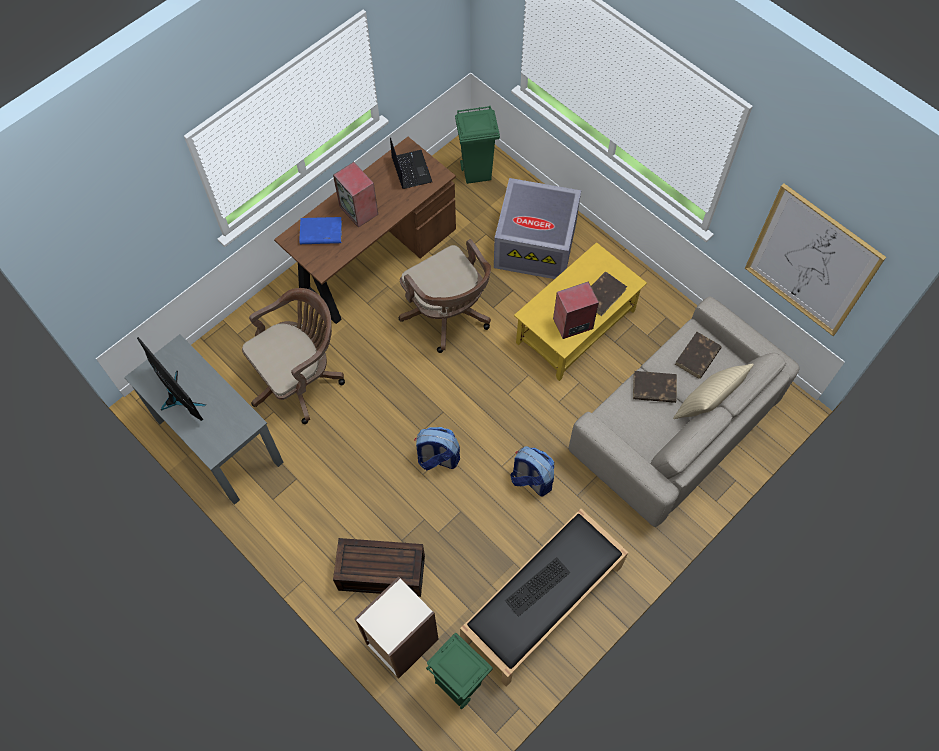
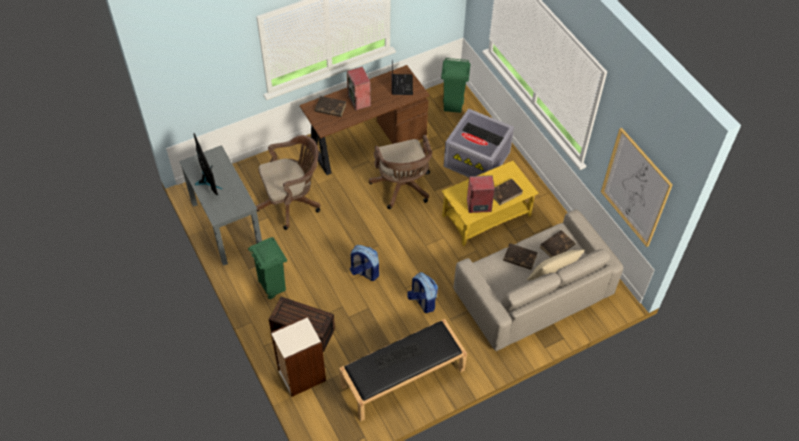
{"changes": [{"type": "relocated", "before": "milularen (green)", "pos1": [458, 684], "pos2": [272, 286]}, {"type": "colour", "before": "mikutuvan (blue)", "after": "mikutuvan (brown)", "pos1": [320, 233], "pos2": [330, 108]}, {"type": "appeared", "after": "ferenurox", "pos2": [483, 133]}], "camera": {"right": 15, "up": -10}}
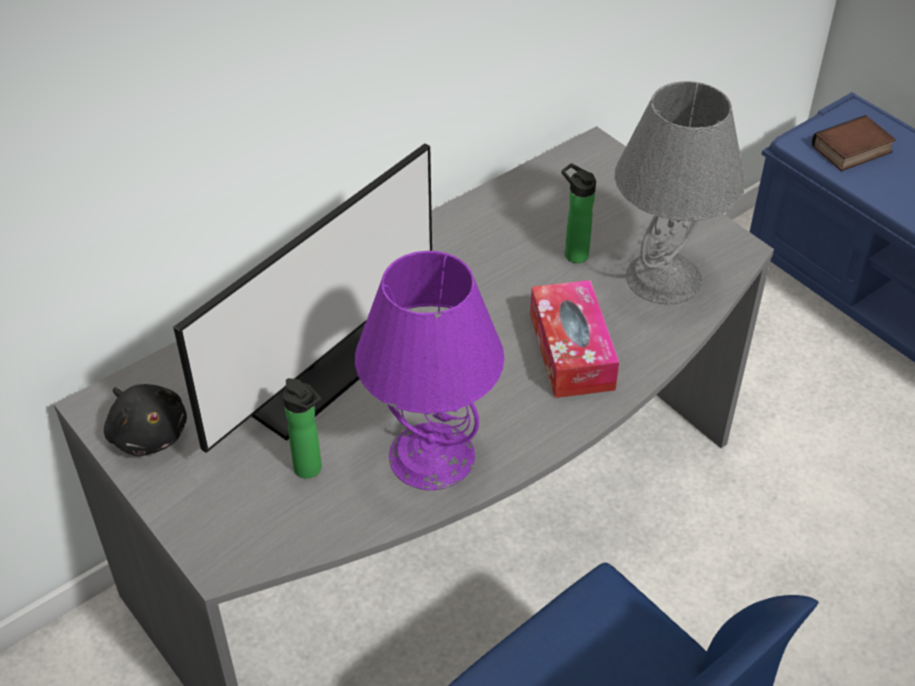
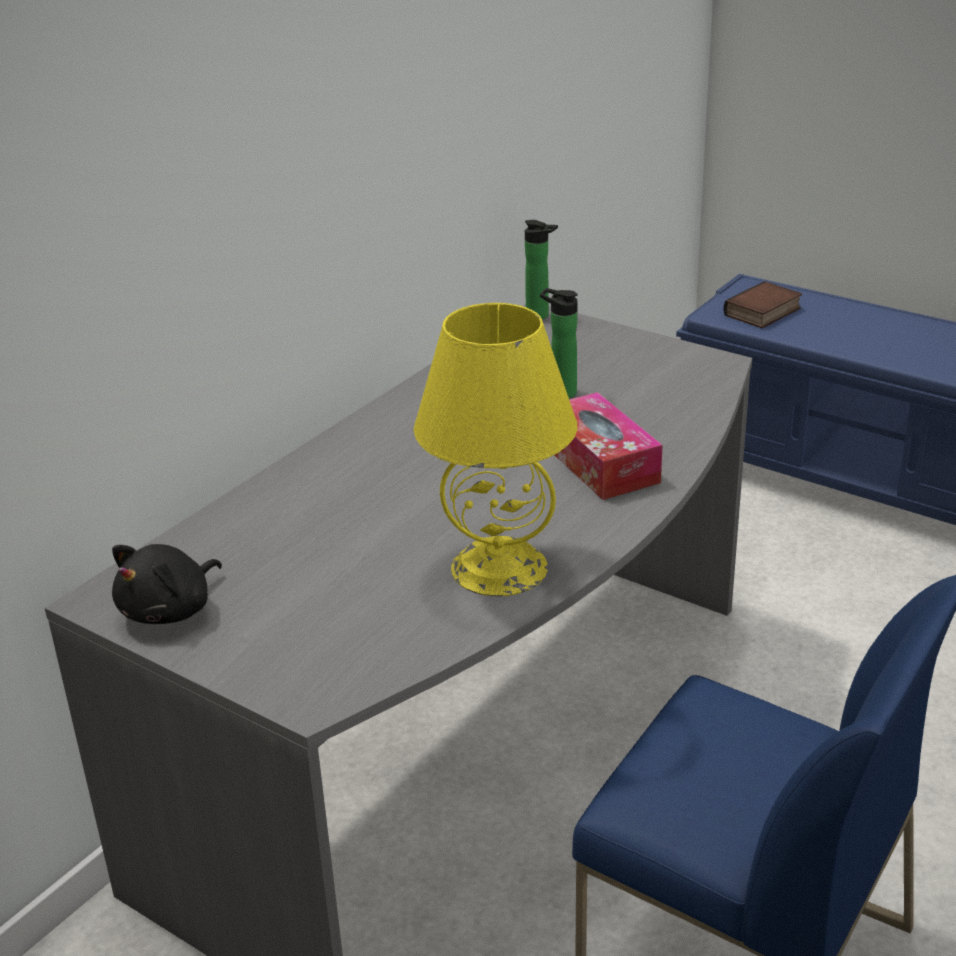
{"changes": [{"type": "spun", "before": "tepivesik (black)", "pos1": [148, 433], "pos2": [170, 610], "turn": 90}, {"type": "colour", "before": "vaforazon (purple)", "after": "vaforazon (yellow)", "pos1": [432, 455], "pos2": [500, 567]}, {"type": "relocated", "before": "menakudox", "pos1": [310, 470], "pos2": [540, 316]}, {"type": "missing", "before": "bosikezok", "pos1": [316, 375]}, {"type": "missing", "before": "vaforazon (grey)", "pos1": [664, 278]}], "camera": {"right": -15, "up": -15}}
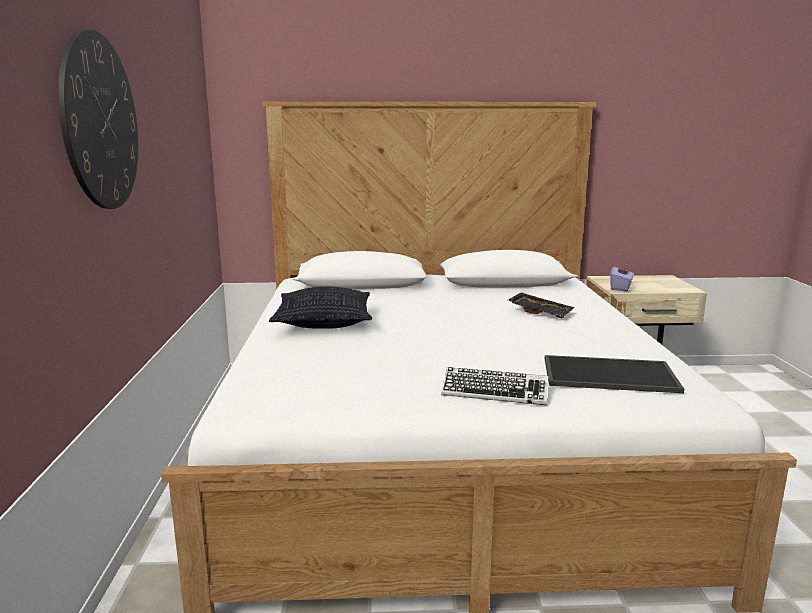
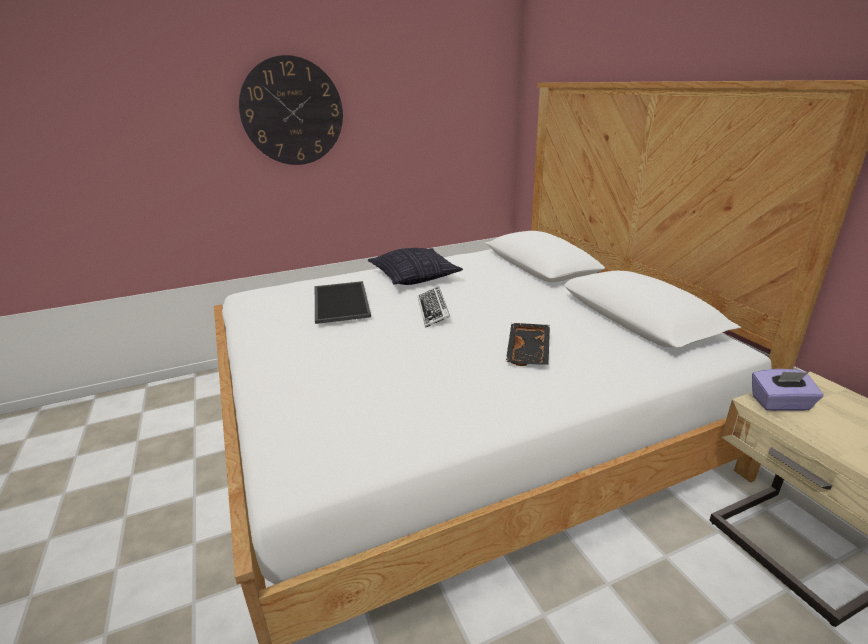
{"changes": [{"type": "relocated", "before": "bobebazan", "pos1": [608, 375], "pos2": [339, 302]}, {"type": "relocated", "before": "ferenurox", "pos1": [494, 392], "pos2": [433, 311]}], "camera": {"right": 70, "up": 10}}
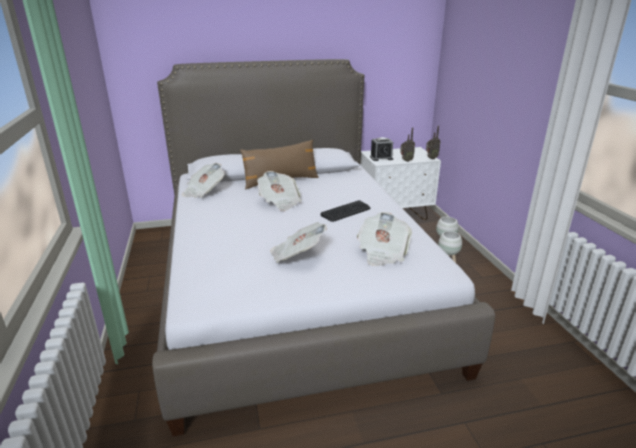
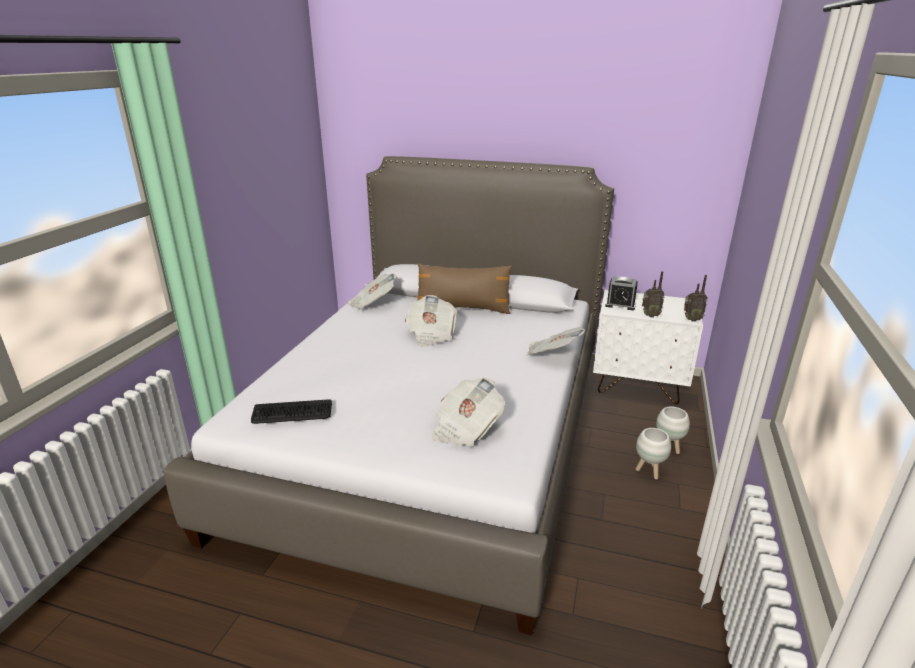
{"changes": [{"type": "relocated", "before": "ferenurox", "pos1": [346, 212], "pos2": [292, 413]}, {"type": "relocated", "before": "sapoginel", "pos1": [297, 255], "pos2": [552, 354]}], "camera": {"right": 30, "up": 0}}
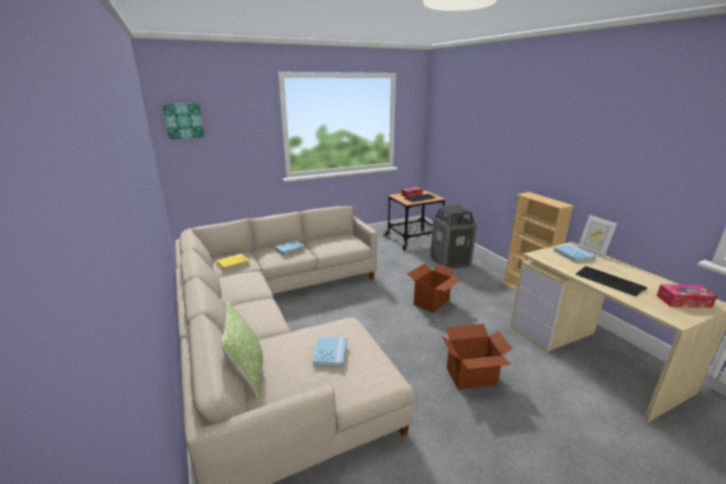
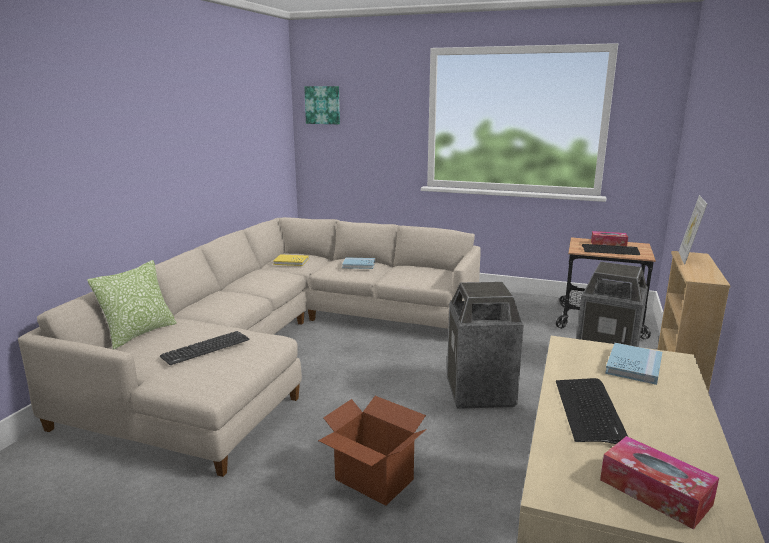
{"changes": [{"type": "exchanged", "before": "mikutuvan (blue)", "after": "ferenurox", "pos1": [330, 353], "pos2": [206, 348]}, {"type": "exchanged", "before": "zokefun", "after": "milularen", "pos1": [432, 302], "pos2": [480, 393]}, {"type": "relocated", "before": "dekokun", "pos1": [592, 252], "pos2": [687, 258]}], "camera": {"right": 45, "up": -5}}
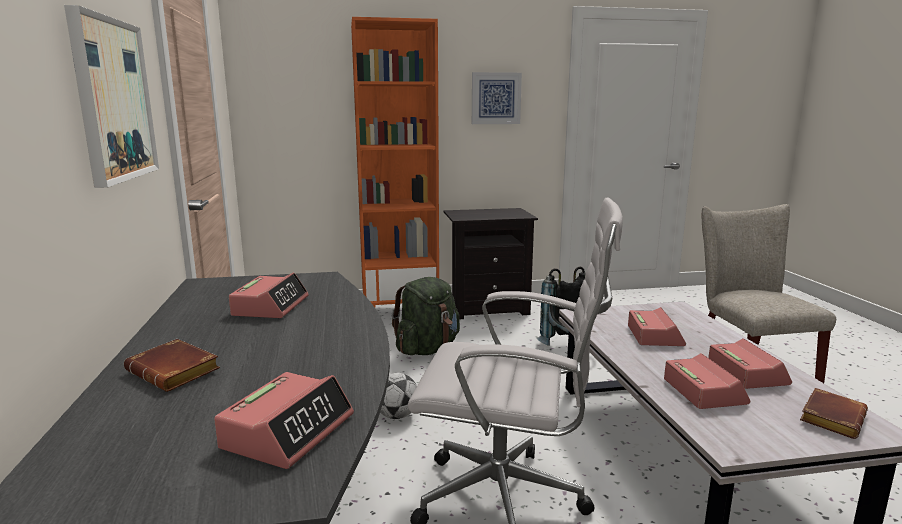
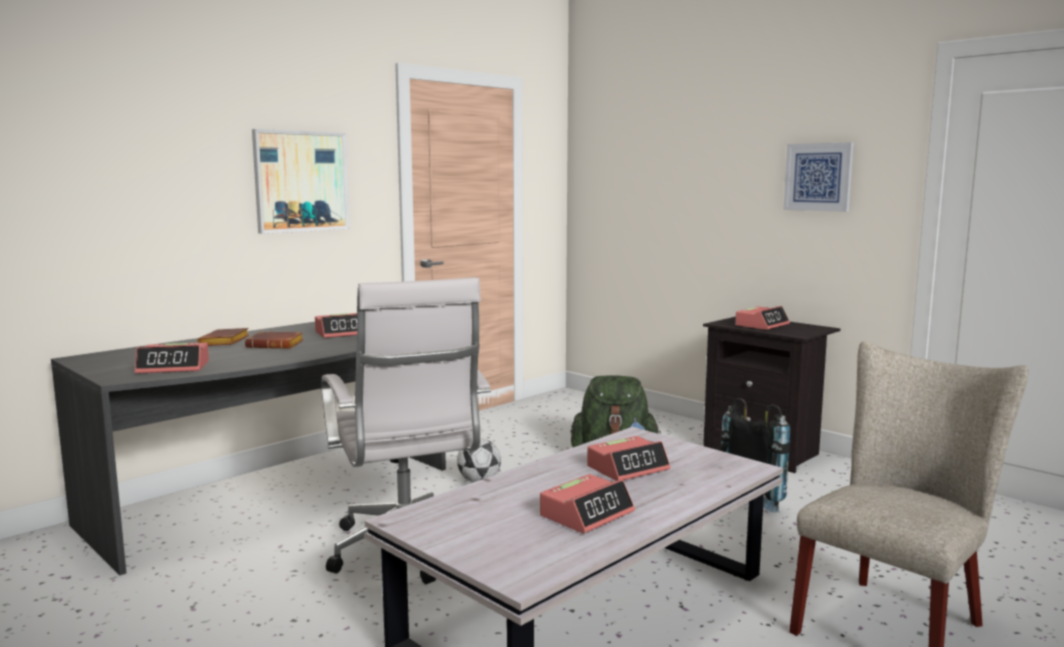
{"changes": [{"type": "relocated", "before": "mikutuvan (brown)", "pos1": [830, 417], "pos2": [277, 345]}, {"type": "relocated", "before": "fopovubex", "pos1": [703, 391], "pos2": [762, 325]}, {"type": "missing", "before": "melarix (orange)", "pos1": [400, 314]}], "camera": {"right": 55, "up": -5}}
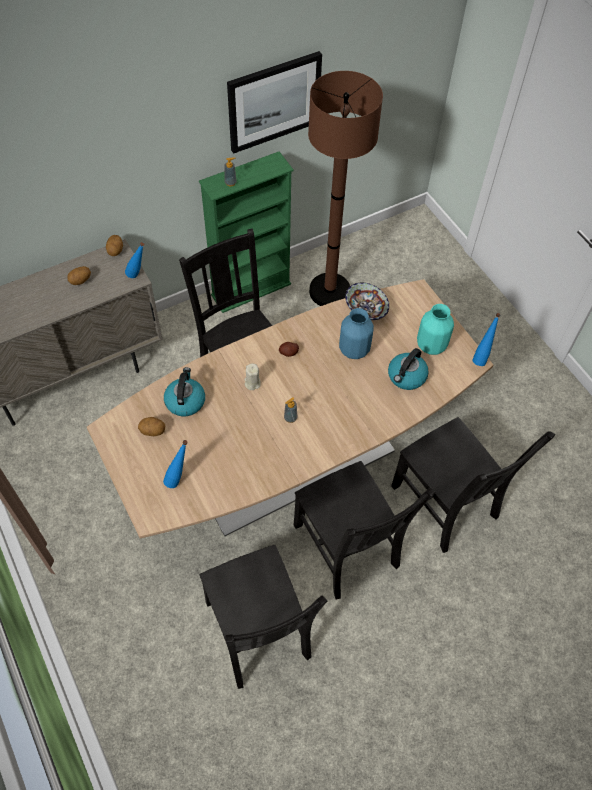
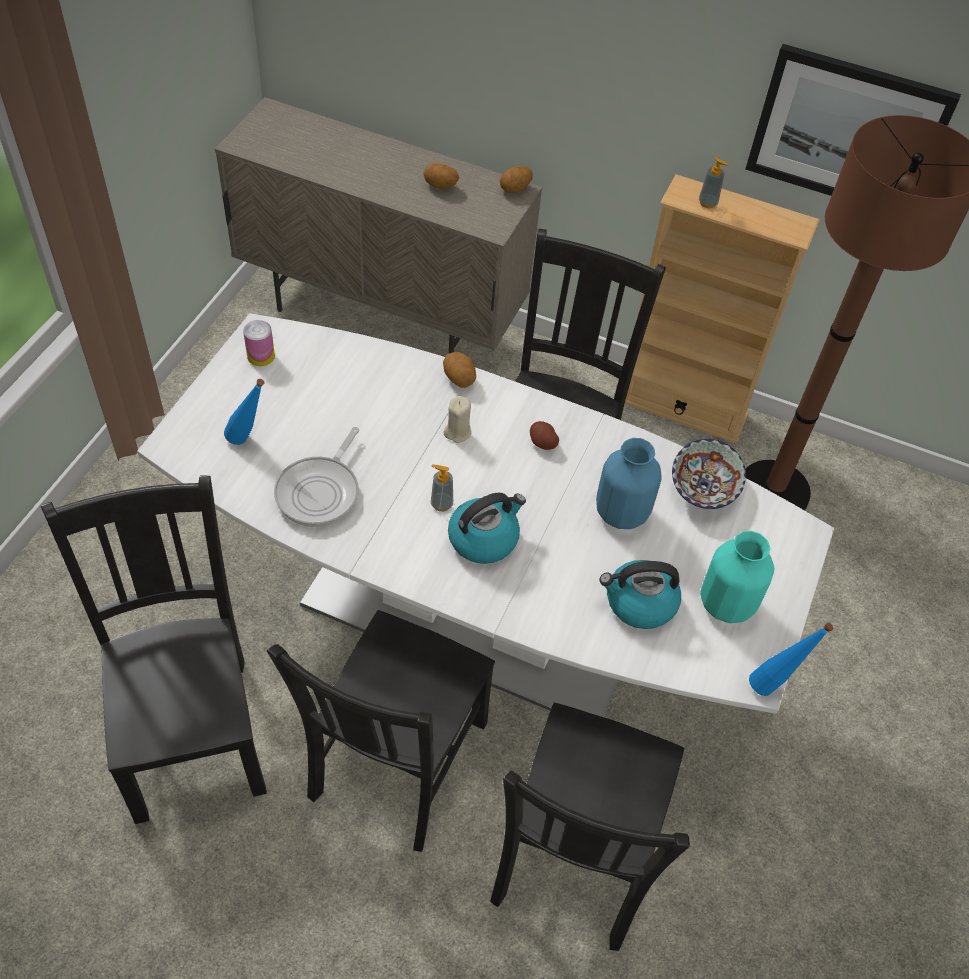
{"changes": [{"type": "spun", "before": "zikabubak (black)", "pos1": [259, 633], "pos2": [192, 732], "turn": 135}, {"type": "colour", "before": "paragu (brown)", "after": "paragu (white)", "pos1": [294, 461], "pos2": [473, 615]}, {"type": "appeared", "after": "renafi", "pos2": [261, 356]}, {"type": "appeared", "after": "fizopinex", "pos2": [320, 491]}, {"type": "relocated", "before": "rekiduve", "pos1": [153, 431], "pos2": [459, 379]}, {"type": "relocated", "before": "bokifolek", "pos1": [185, 401], "pos2": [484, 538]}, {"type": "colour", "before": "melarix (green)", "after": "melarix (beige)", "pos1": [251, 289], "pos2": [681, 407]}, {"type": "missing", "before": "menakudox (blue)", "pos1": [138, 276]}], "camera": {"right": 50, "up": -5}}
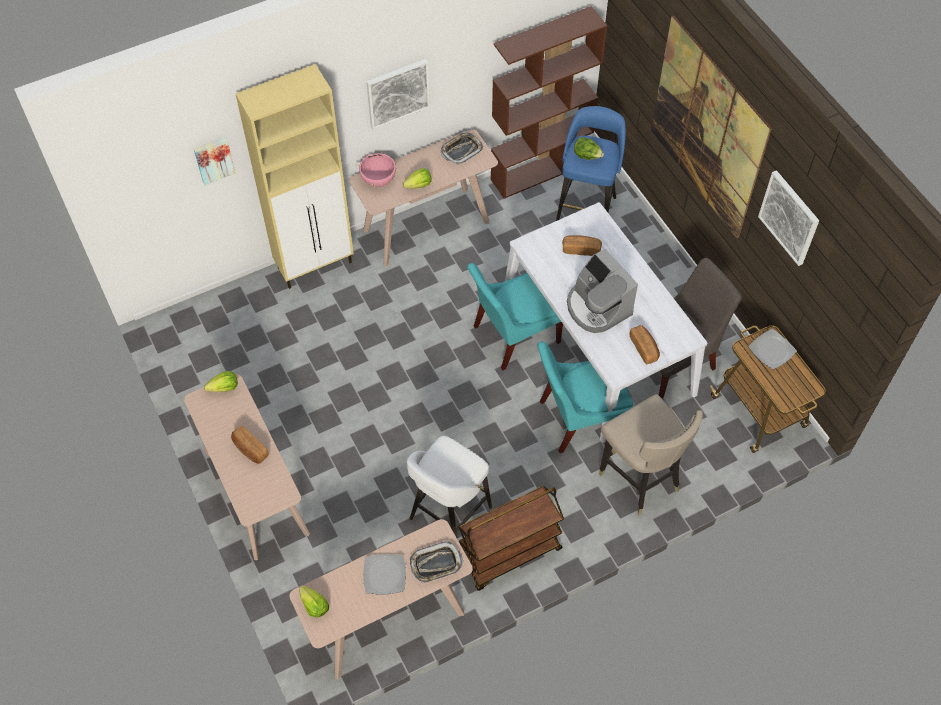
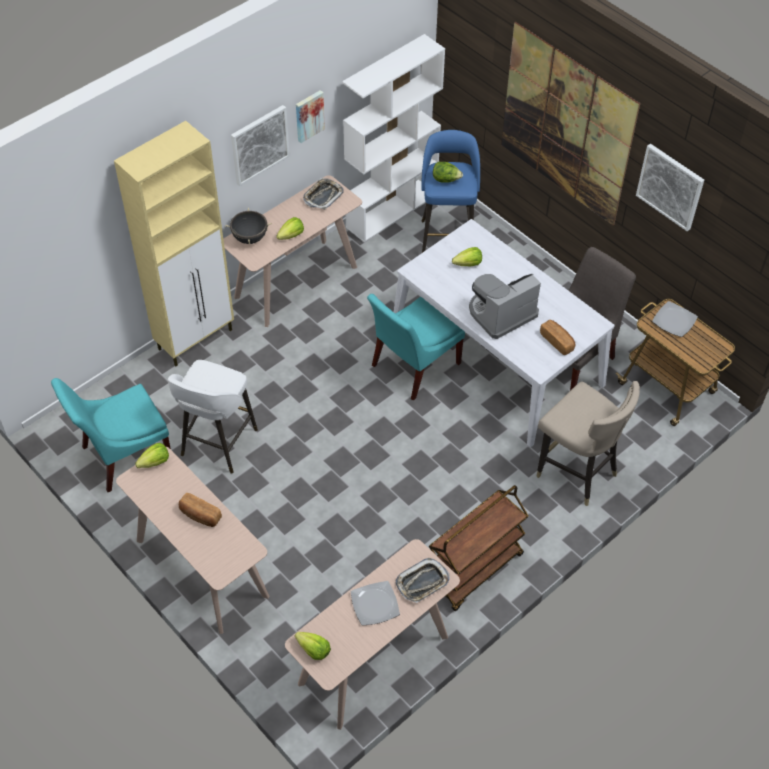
{"changes": [{"type": "relocated", "before": "zikabubak (turquoise)", "pos1": [578, 418], "pos2": [123, 455]}, {"type": "relocated", "before": "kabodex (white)", "pos1": [448, 514], "pos2": [218, 444]}, {"type": "colour", "before": "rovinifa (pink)", "after": "rovinifa (black)", "pos1": [378, 180], "pos2": [250, 238]}, {"type": "relocated", "before": "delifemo", "pos1": [214, 159], "pos2": [309, 115]}, {"type": "colour", "before": "melarix (brown)", "after": "melarix (white)", "pos1": [540, 170], "pos2": [391, 210]}, {"type": "exchanged", "before": "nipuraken", "after": "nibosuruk", "pos1": [581, 249], "pos2": [468, 264]}, {"type": "spun", "before": "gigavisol", "pos1": [597, 307], "pos2": [501, 313], "turn": 105}], "camera": {"right": -15, "up": -5}}
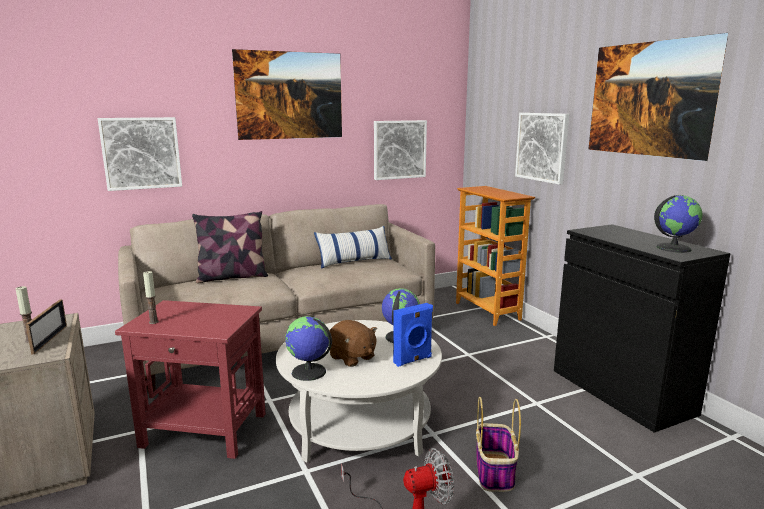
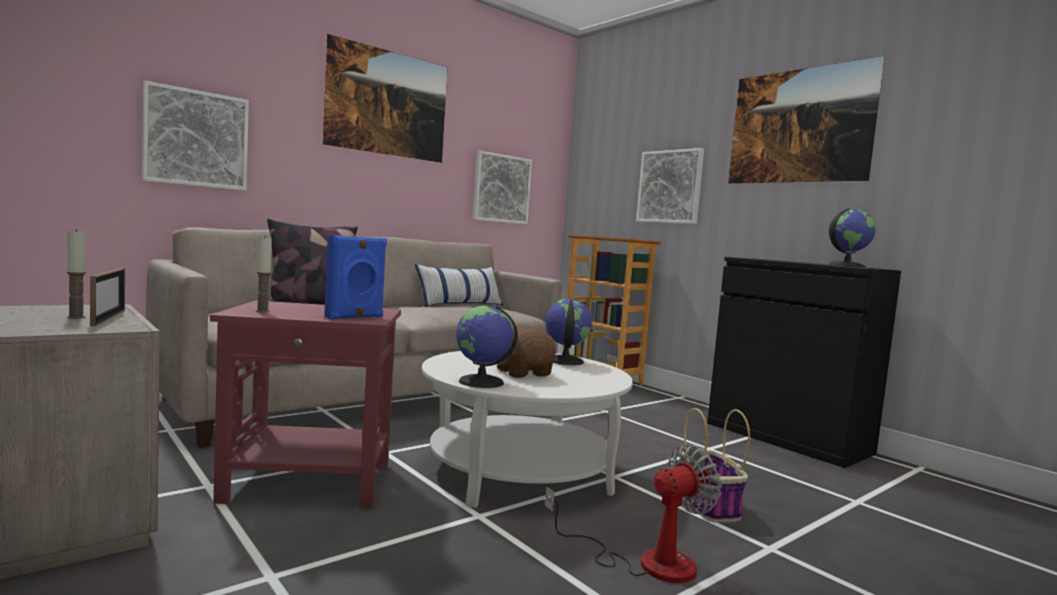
{"changes": [{"type": "relocated", "before": "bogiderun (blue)", "pos1": [413, 360], "pos2": [355, 317]}, {"type": "spun", "before": "tepivesik (brown)", "pos1": [352, 357], "pos2": [523, 373], "turn": -150}], "camera": {"right": -15, "up": -10}}
